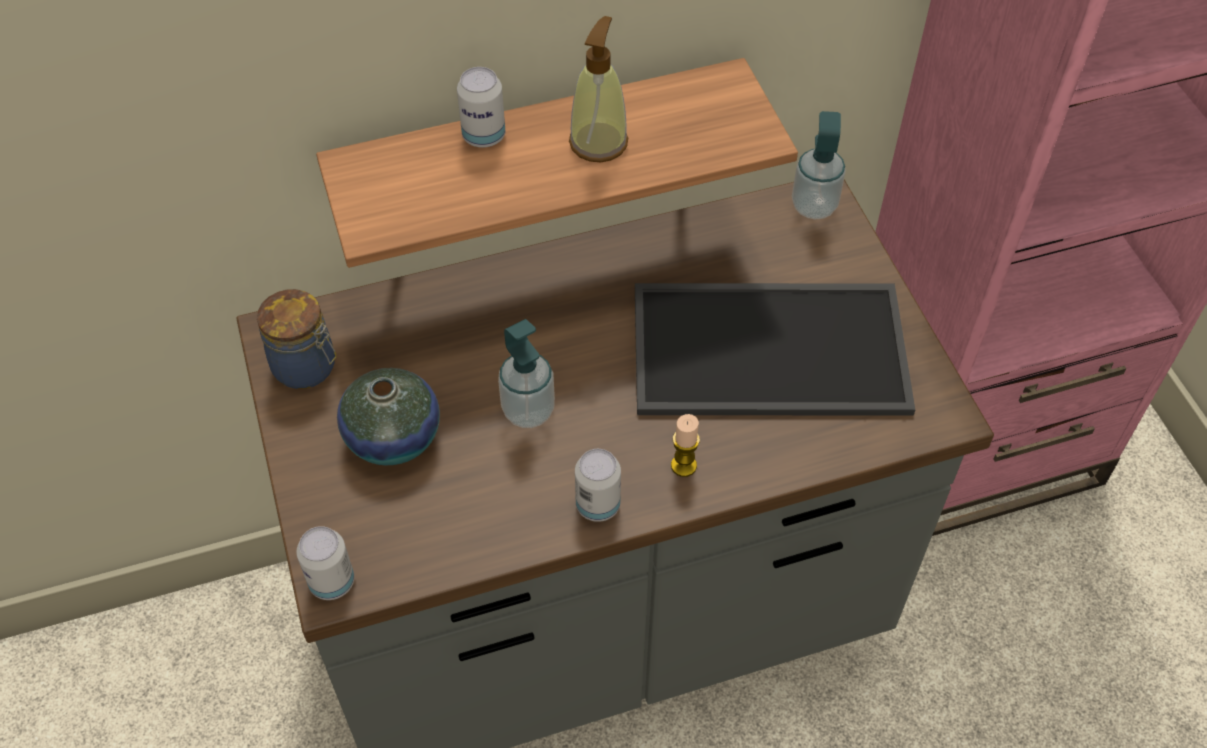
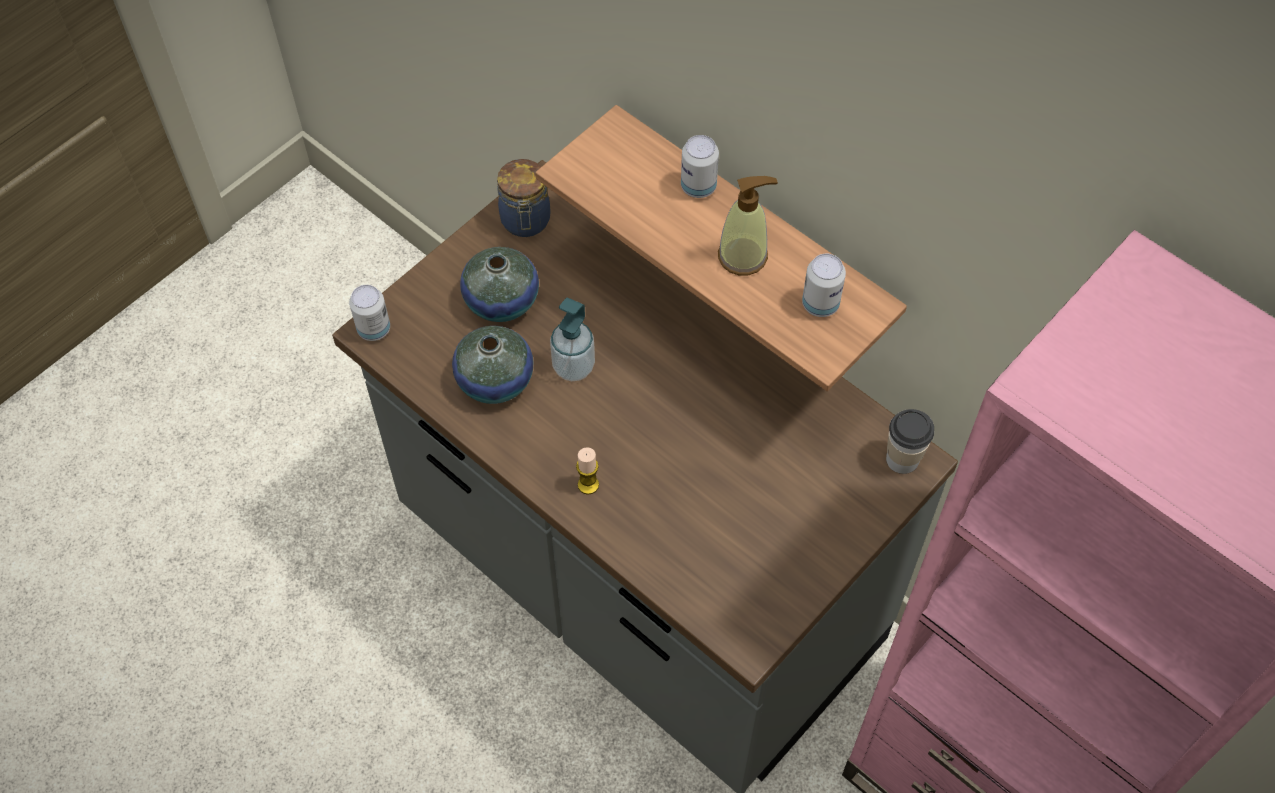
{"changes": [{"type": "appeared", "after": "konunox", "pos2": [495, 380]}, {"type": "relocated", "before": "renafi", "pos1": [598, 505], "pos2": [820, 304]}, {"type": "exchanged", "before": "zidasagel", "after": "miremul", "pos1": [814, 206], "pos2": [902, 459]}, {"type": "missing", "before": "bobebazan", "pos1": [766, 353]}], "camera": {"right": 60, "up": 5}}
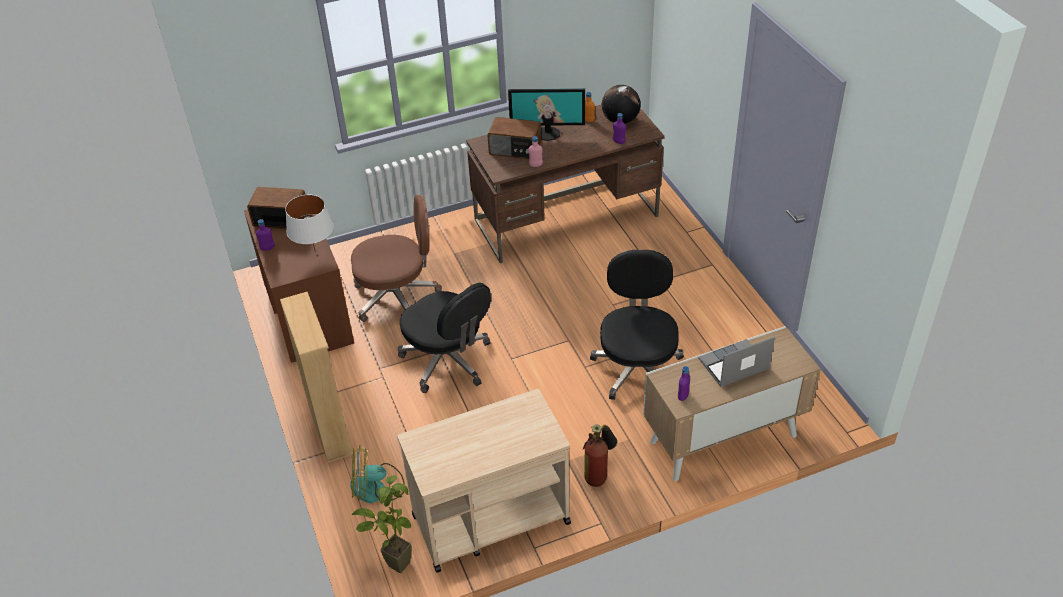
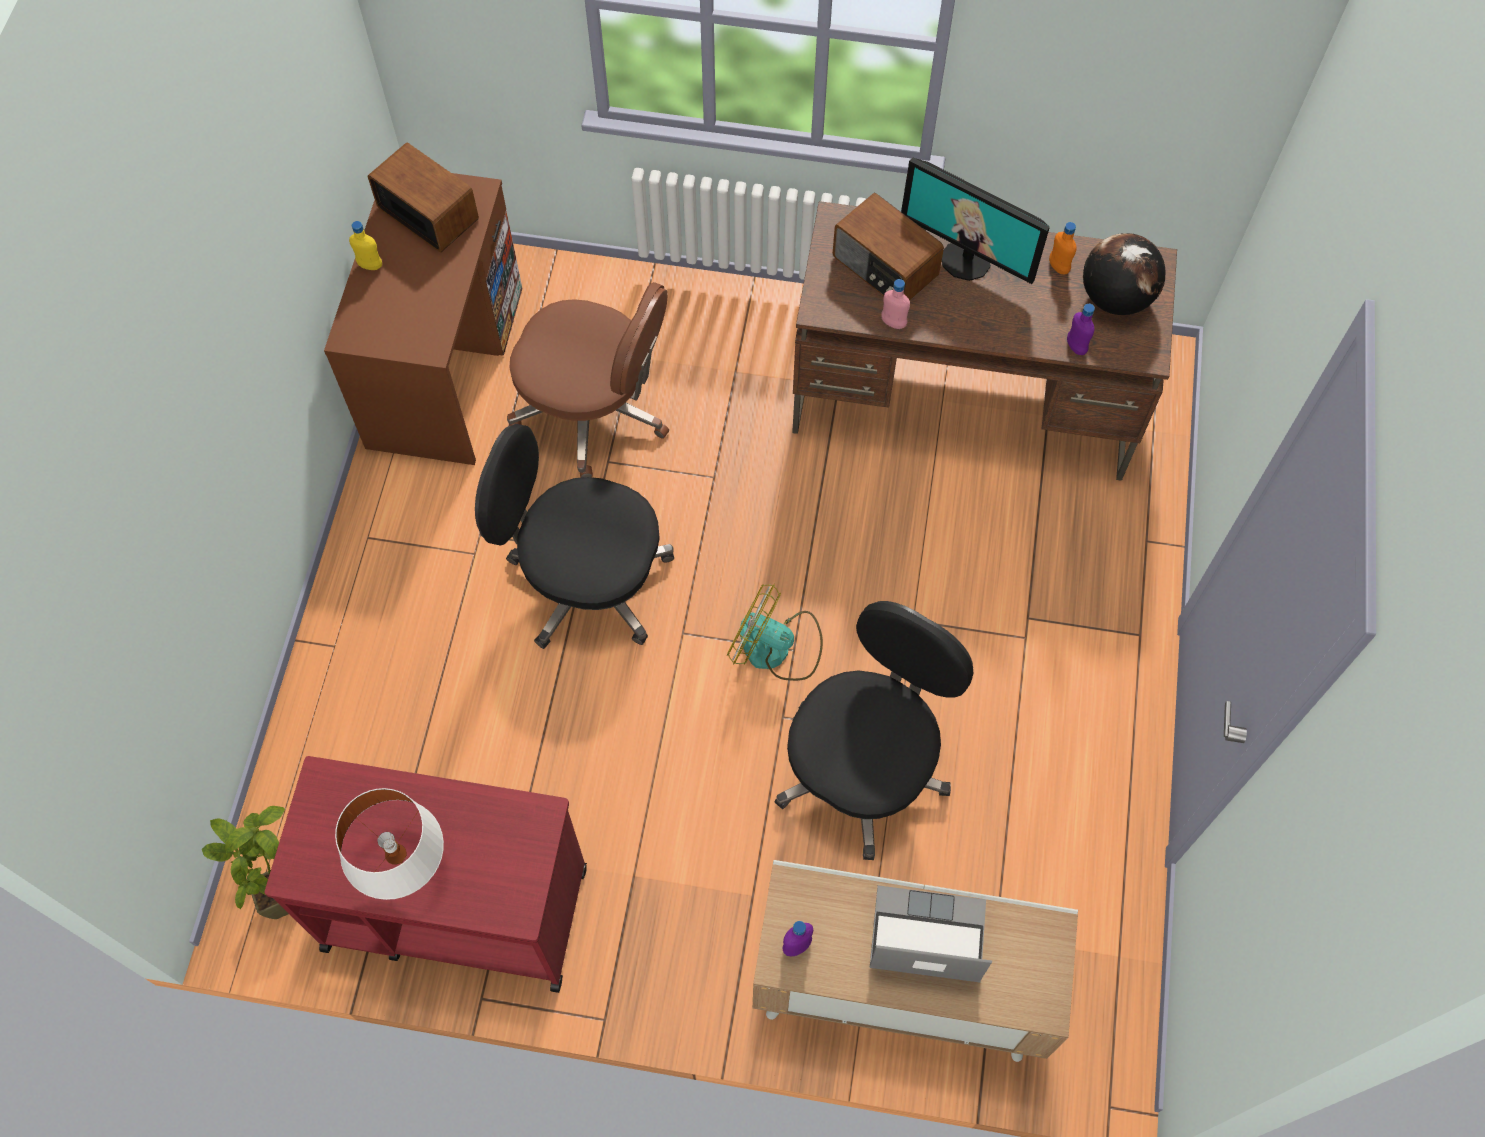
{"changes": [{"type": "colour", "before": "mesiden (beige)", "after": "mesiden (red)", "pos1": [489, 519], "pos2": [454, 907]}, {"type": "relocated", "before": "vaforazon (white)", "pos1": [315, 252], "pos2": [404, 867]}, {"type": "colour", "before": "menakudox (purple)", "after": "menakudox (yellow)", "pos1": [267, 248], "pos2": [370, 265]}, {"type": "spun", "before": "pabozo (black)", "pos1": [448, 361], "pos2": [586, 581], "turn": 120}, {"type": "relocated", "before": "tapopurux", "pos1": [377, 488], "pos2": [776, 648]}, {"type": "missing", "before": "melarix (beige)", "pos1": [330, 430]}, {"type": "missing", "before": "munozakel", "pos1": [600, 472]}], "camera": {"right": 30, "up": 20}}
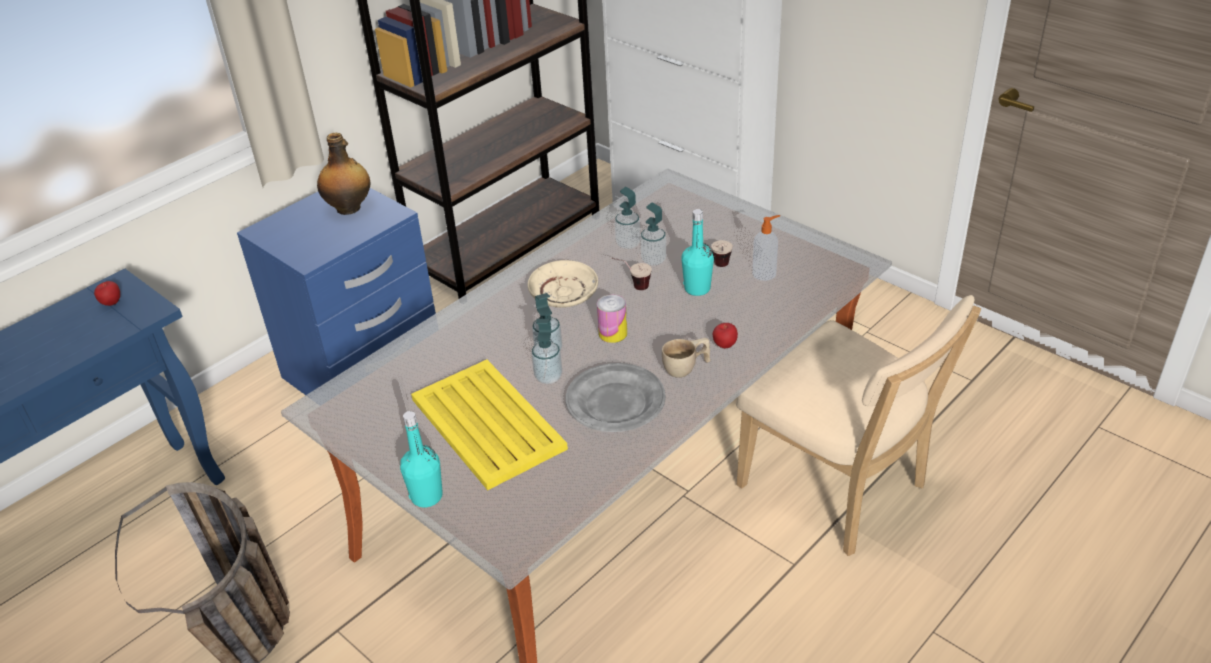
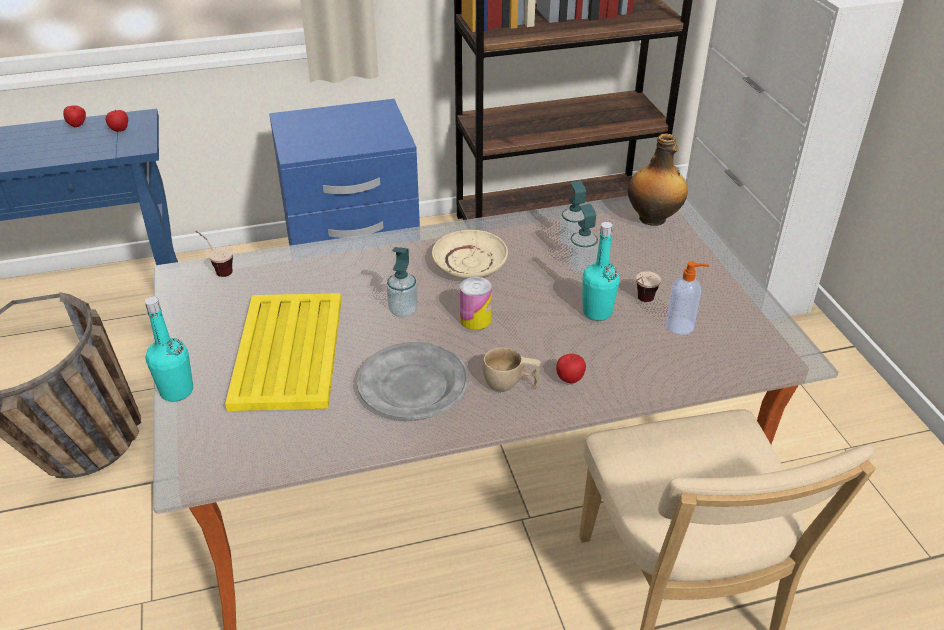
{"changes": [{"type": "appeared", "after": "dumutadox", "pos2": [78, 126]}, {"type": "relocated", "before": "miremul", "pos1": [632, 286], "pos2": [217, 269]}, {"type": "relocated", "before": "menakudox", "pos1": [349, 208], "pos2": [653, 219]}, {"type": "missing", "before": "zidasagel", "pos1": [548, 377]}], "camera": {"right": 30, "up": 0}}
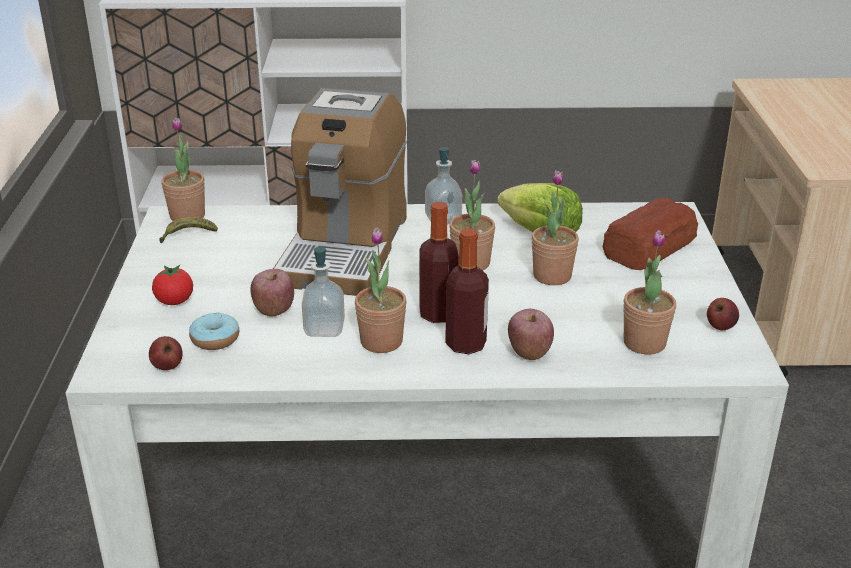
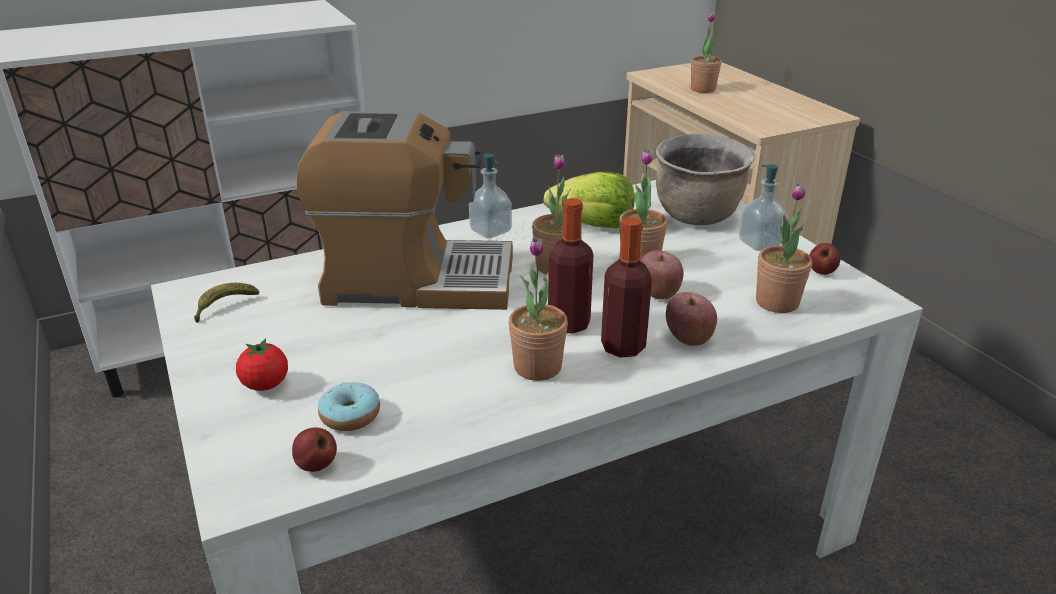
{"changes": [{"type": "spun", "before": "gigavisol", "pos1": [345, 248], "pos2": [416, 280], "turn": -75}, {"type": "relocated", "before": "dumutadox", "pos1": [274, 309], "pos2": [658, 293]}, {"type": "exchanged", "before": "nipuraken", "after": "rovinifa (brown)", "pos1": [650, 247], "pos2": [697, 216]}, {"type": "relocated", "before": "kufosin", "pos1": [187, 216], "pos2": [703, 89]}, {"type": "relocated", "before": "zidasagel", "pos1": [324, 328], "pos2": [759, 243]}], "camera": {"right": -25, "up": 0}}
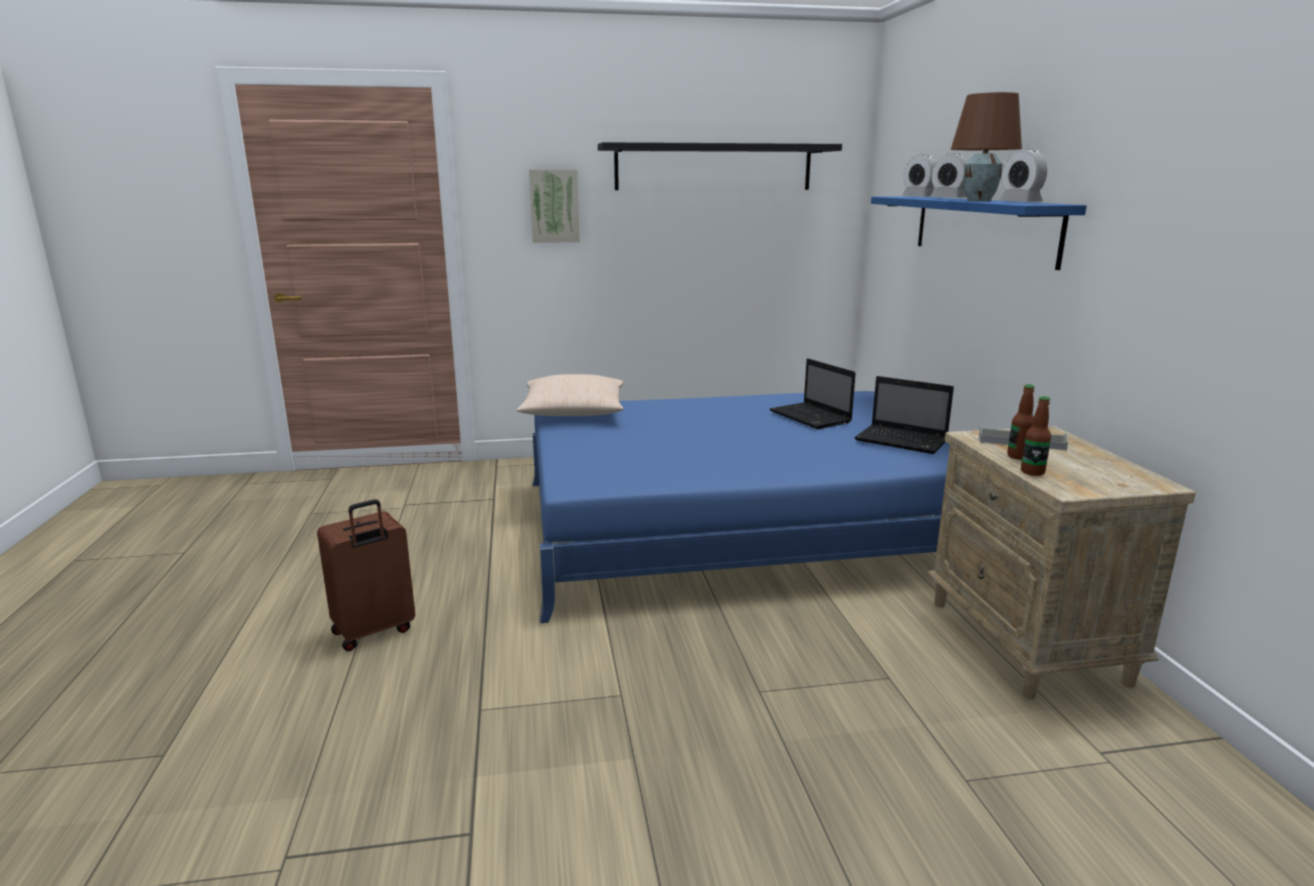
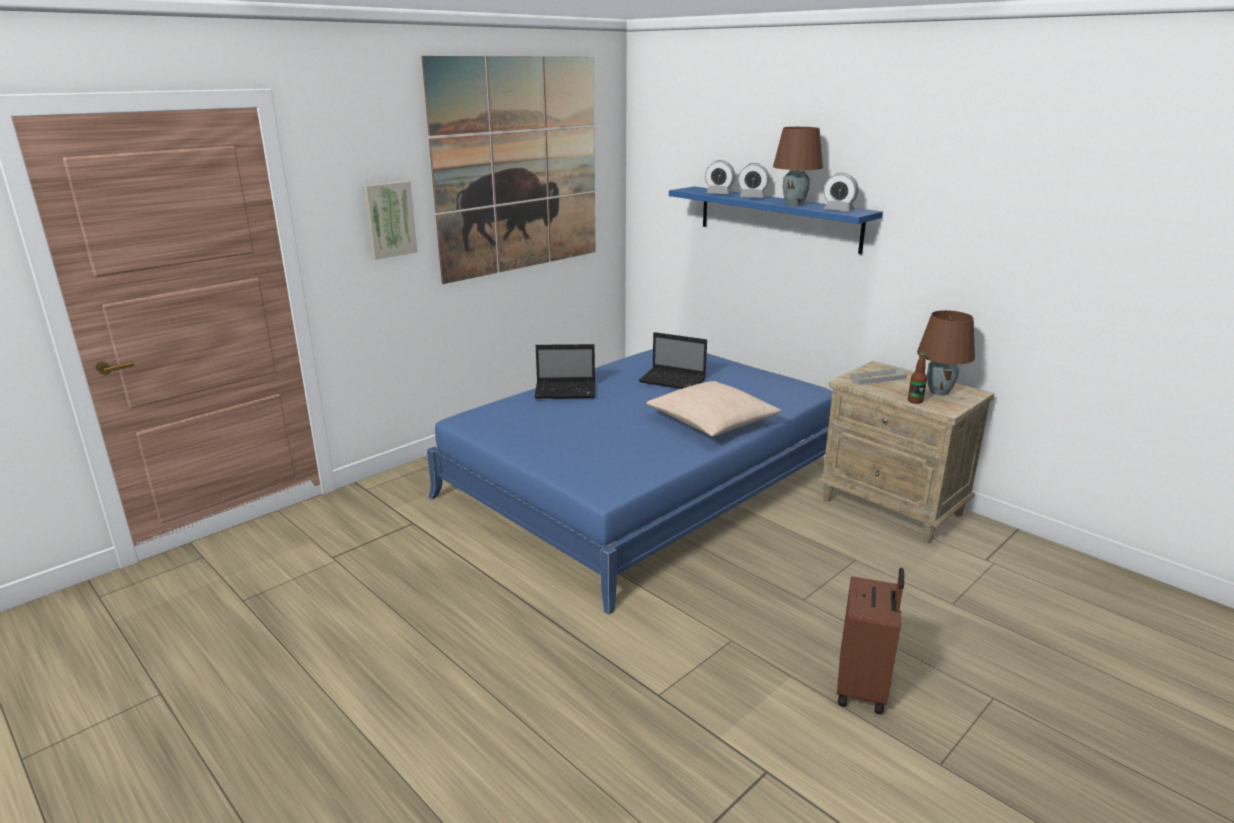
{"changes": [{"type": "exchanged", "before": "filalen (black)", "after": "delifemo", "pos1": [713, 167], "pos2": [518, 166]}, {"type": "relocated", "before": "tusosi", "pos1": [903, 441], "pos2": [567, 391]}, {"type": "relocated", "before": "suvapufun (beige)", "pos1": [573, 412], "pos2": [712, 422]}, {"type": "relocated", "before": "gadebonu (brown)", "pos1": [374, 632], "pos2": [863, 689]}, {"type": "appeared", "after": "vaforazon (brown)", "pos2": [939, 392]}, {"type": "missing", "before": "menakudox", "pos1": [1018, 456]}], "camera": {"right": -35, "up": 5}}
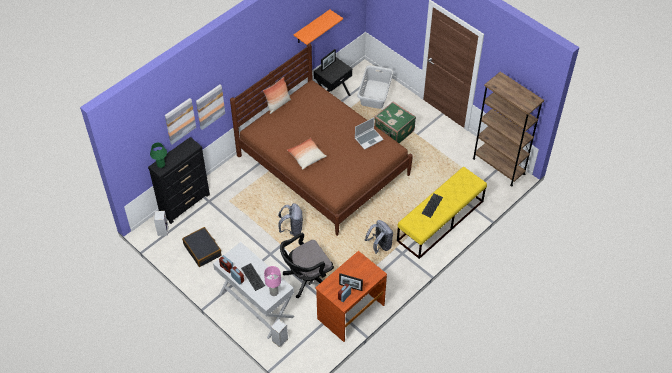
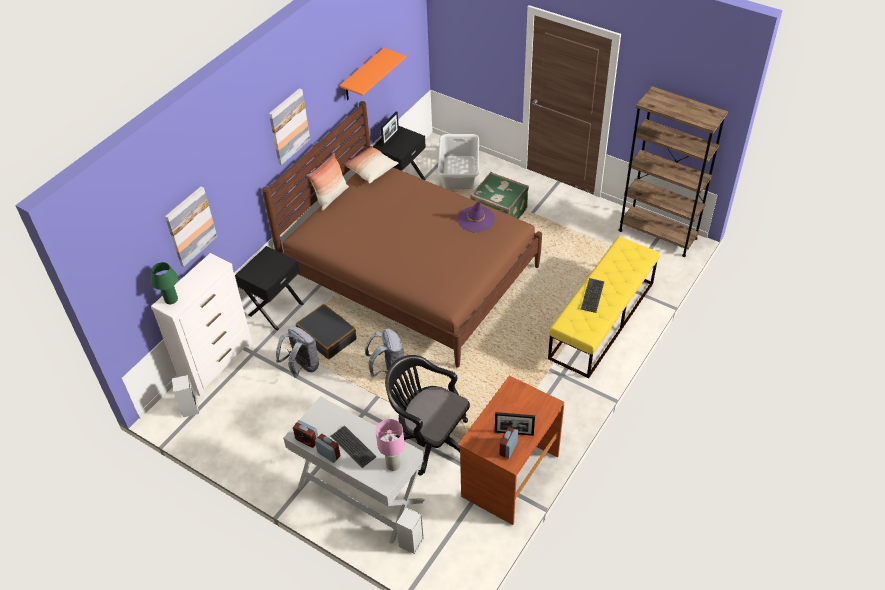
{"changes": [{"type": "colour", "before": "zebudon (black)", "after": "zebudon (white)", "pos1": [185, 204], "pos2": [217, 363]}, {"type": "appeared", "after": "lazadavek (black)", "pos2": [275, 309]}, {"type": "relocated", "before": "delifemo", "pos1": [210, 106], "pos2": [288, 126]}, {"type": "relocated", "before": "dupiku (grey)", "pos1": [380, 246], "pos2": [302, 367]}, {"type": "relocated", "before": "gadebonu (black)", "pos1": [202, 250], "pos2": [327, 336]}, {"type": "relocated", "before": "suvapufun", "pos1": [306, 156], "pos2": [370, 170]}, {"type": "spun", "before": "pabozo (black)", "pos1": [306, 279], "pos2": [429, 439], "turn": 75}, {"type": "exchanged", "before": "tusosi", "after": "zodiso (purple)", "pos1": [369, 139], "pos2": [476, 219]}], "camera": {"right": -10, "up": -5}}
